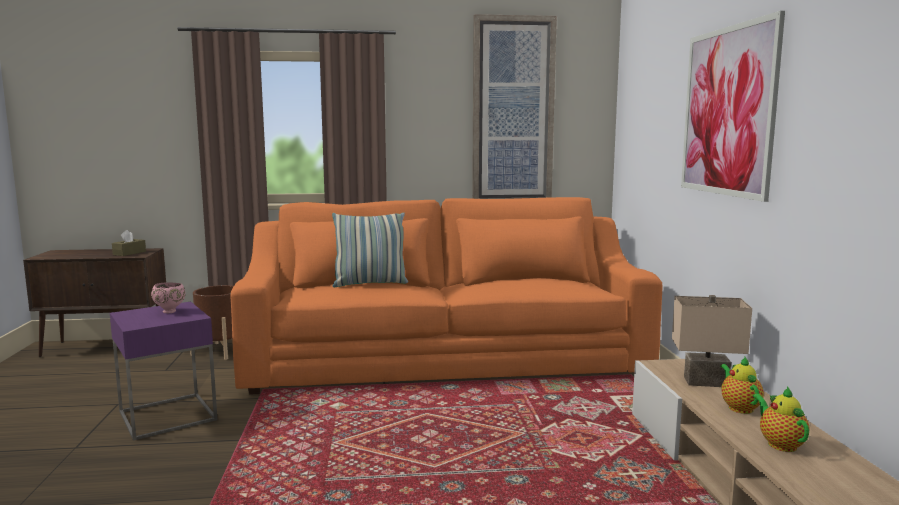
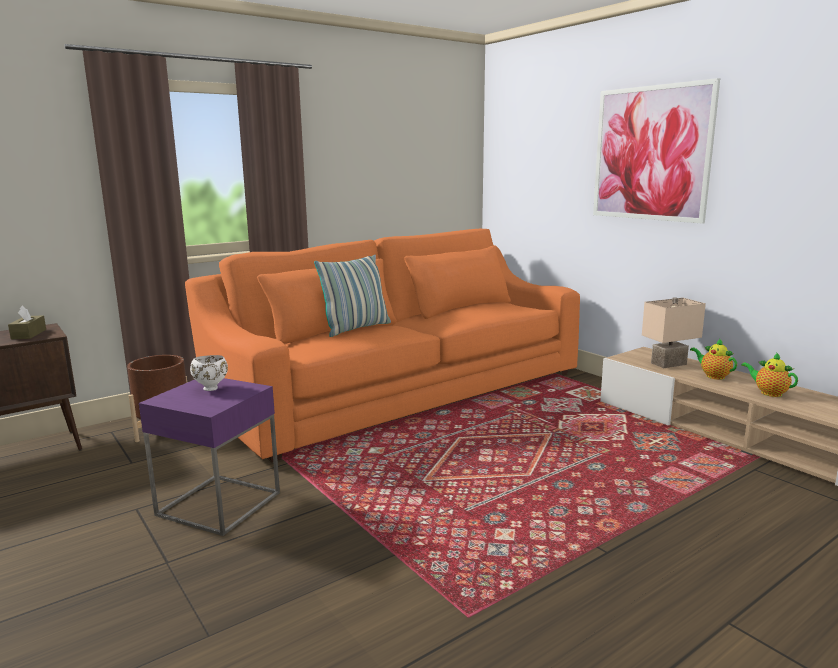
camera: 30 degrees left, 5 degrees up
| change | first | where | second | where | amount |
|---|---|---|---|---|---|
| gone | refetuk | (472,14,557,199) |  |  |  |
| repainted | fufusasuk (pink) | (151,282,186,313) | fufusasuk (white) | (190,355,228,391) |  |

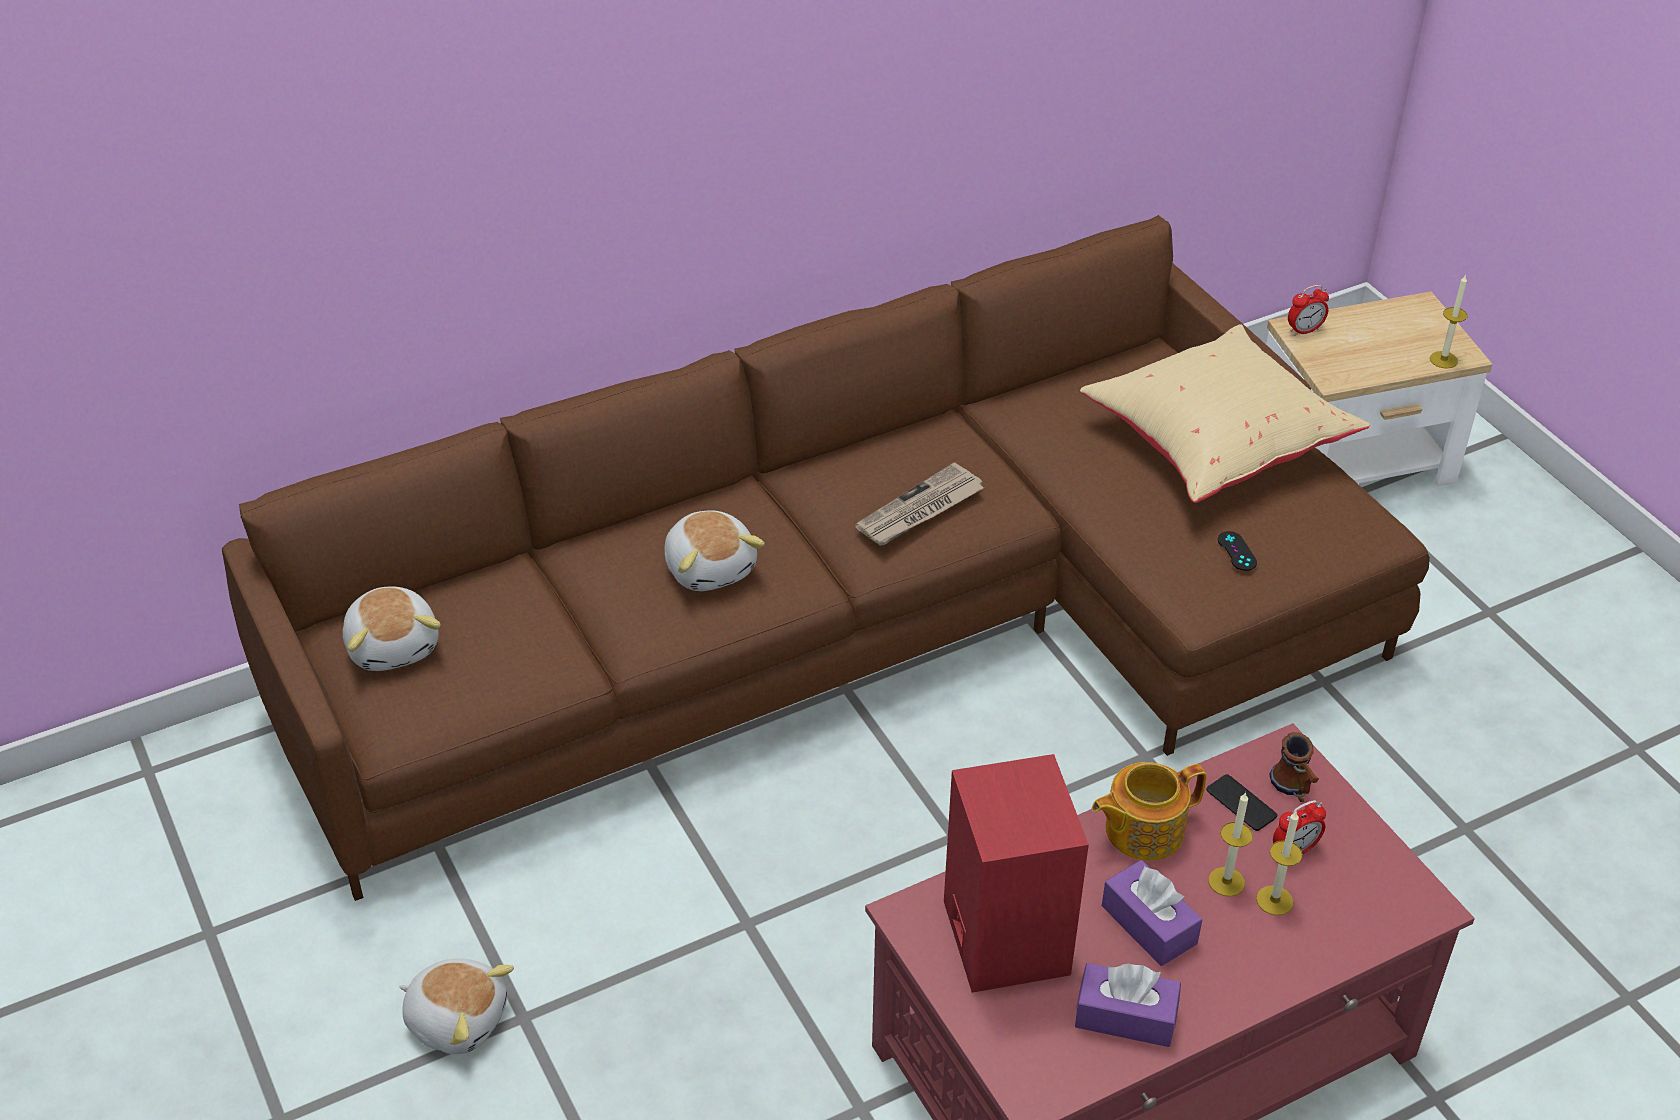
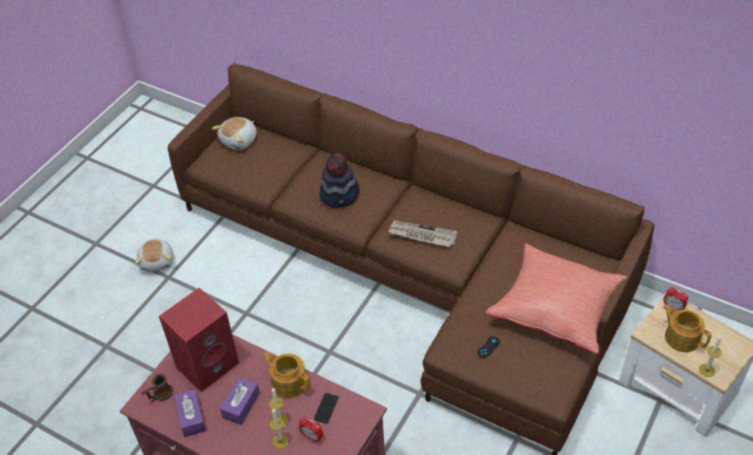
camera: 60 degrees right, 5 degrees up
| change | first | where | second | where | amount |
|---|---|---|---|---|---|
| repainted | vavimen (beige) | (1080,324,1370,503) | vavimen (red) | (486,244,627,354) |  |
| swapped | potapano | (665,510,765,591) | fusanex | (320,153,359,208) |  |
| shifted | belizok | (1270,732,1319,802) |  | (141,374,173,402) |  |
| new |  |  | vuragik | (663,305,711,352) |  |

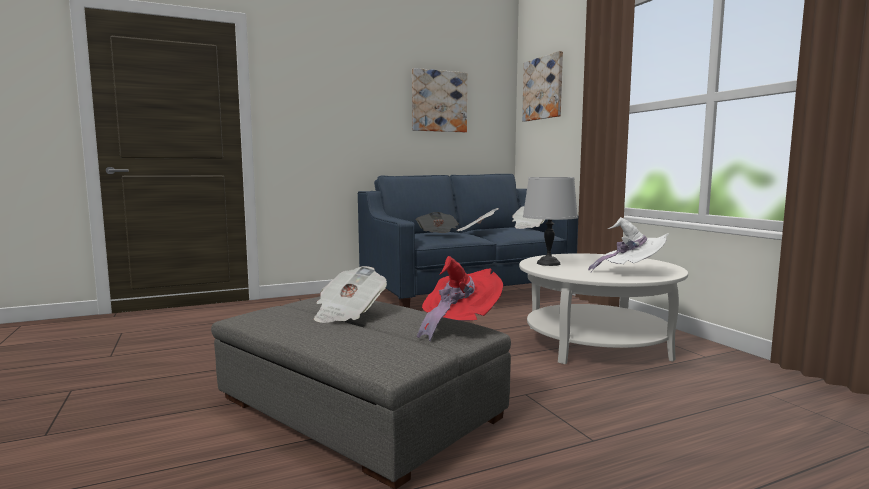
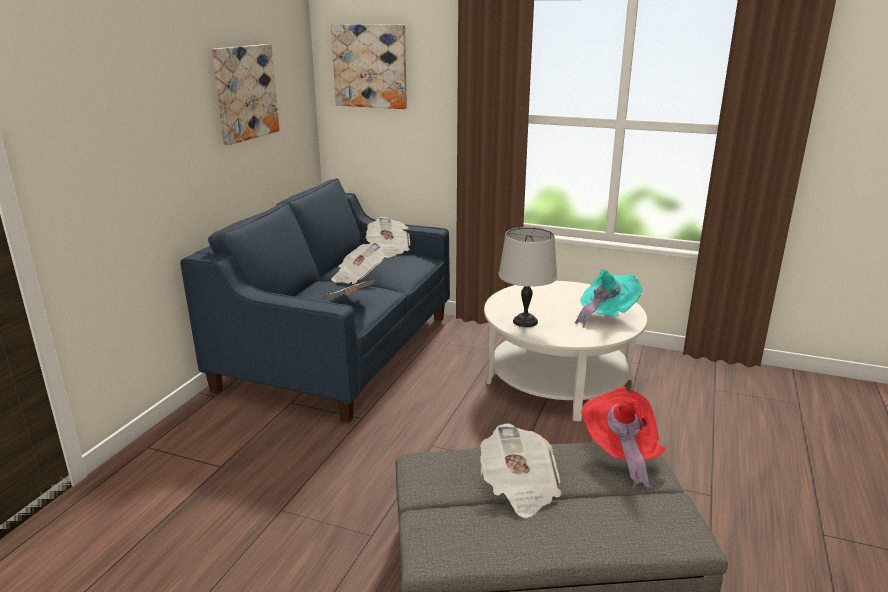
camera: 45 degrees left, 15 degrees up
| change | first | where | second | where | amount |
|---|---|---|---|---|---|
| repainted | fusanex (white) | (588,217,668,272) | fusanex (turquoise) | (575,269,642,327) |  |

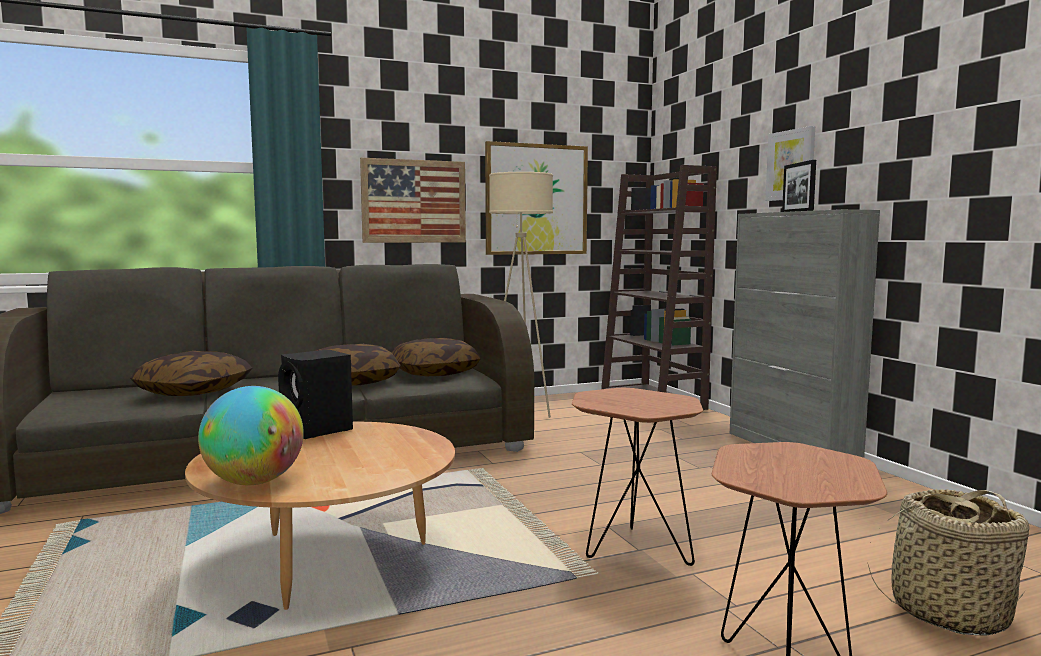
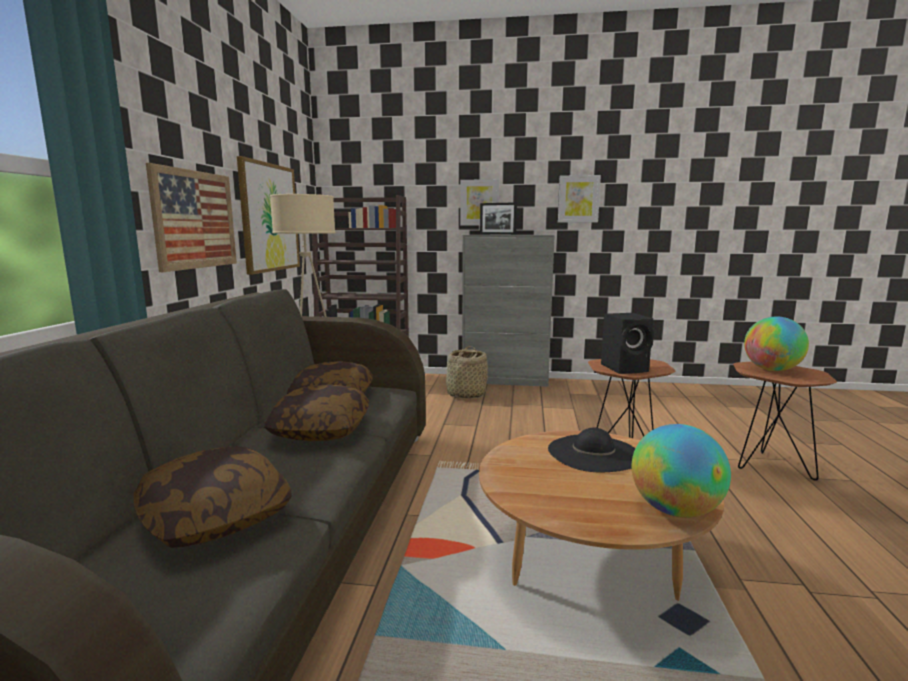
camera: 60 degrees left, 5 degrees up
| change | first | where | second | where | amount |
|---|---|---|---|---|---|
| shifted | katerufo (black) | (278,349,353,439) |  | (601,313,654,374) |  |
| shifted | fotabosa | (868,489,1032,636) |  | (446,346,488,398) |  |
| new |  |  | refetuk | (558,175,601,222) |  |
| new |  |  | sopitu | (744,317,809,371) |  |
| new |  |  | fusanex (black) | (548,427,635,472) |  |

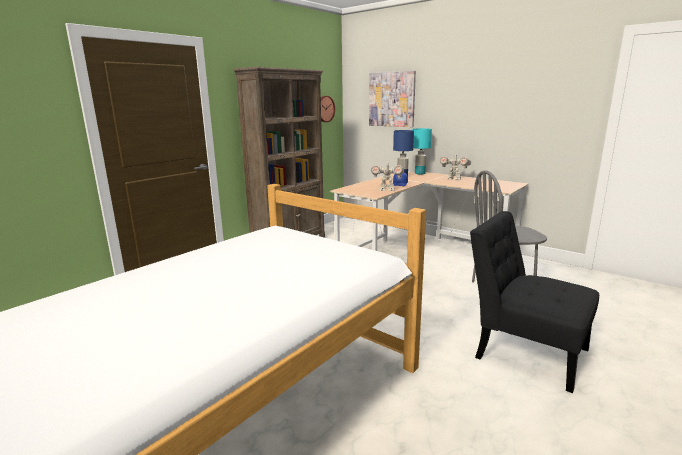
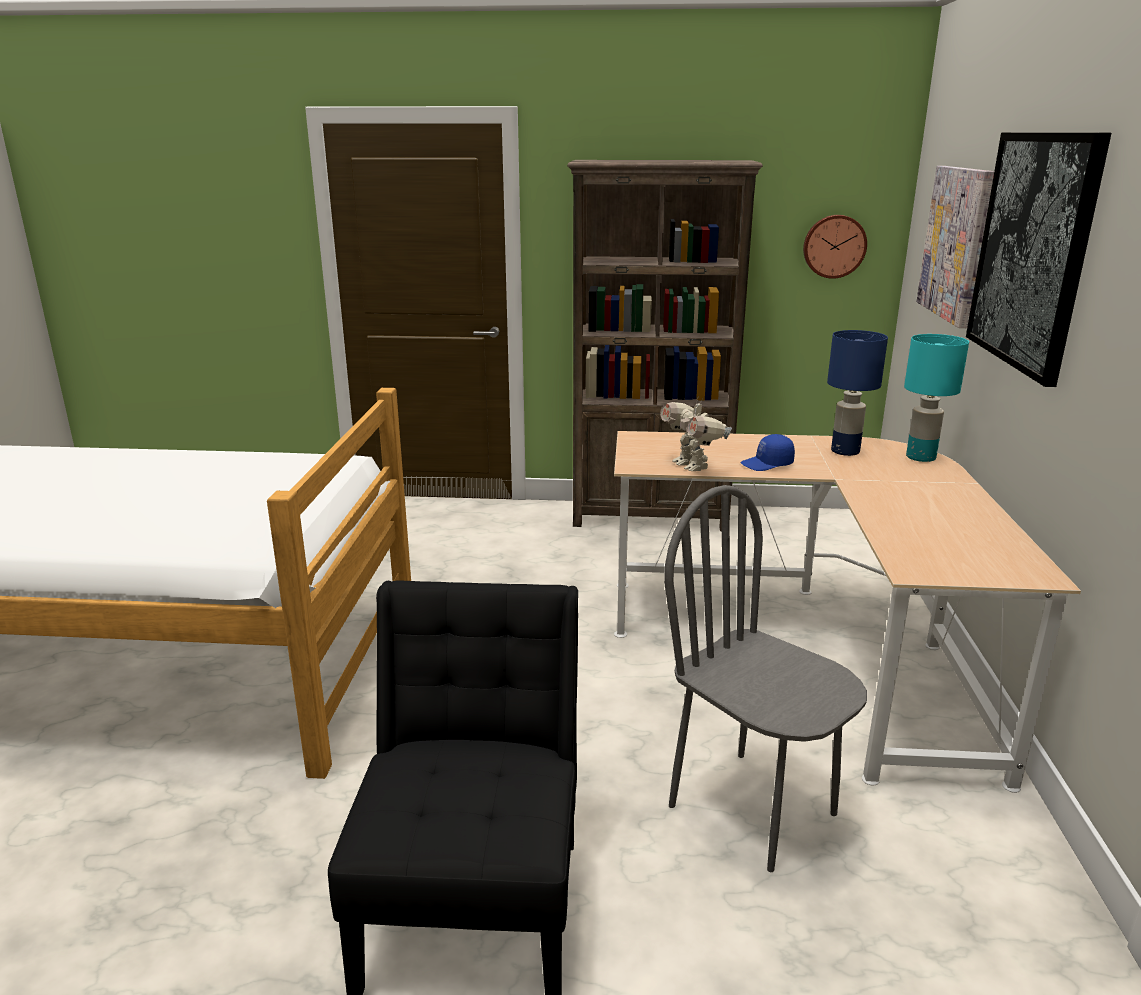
camera: 55 degrees right, 5 degrees up
| change | first | where | second | where | amount |
|---|---|---|---|---|---|
| gone | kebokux | (440,152,471,180) |  |  |  |
| new |  |  | refetuk | (966,132,1111,387) |  |

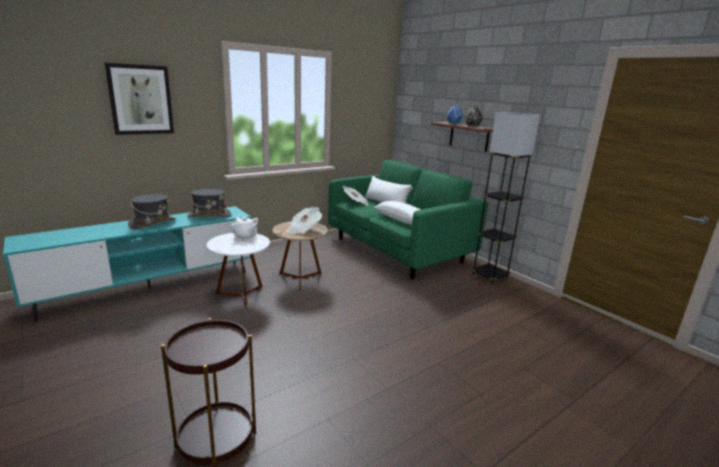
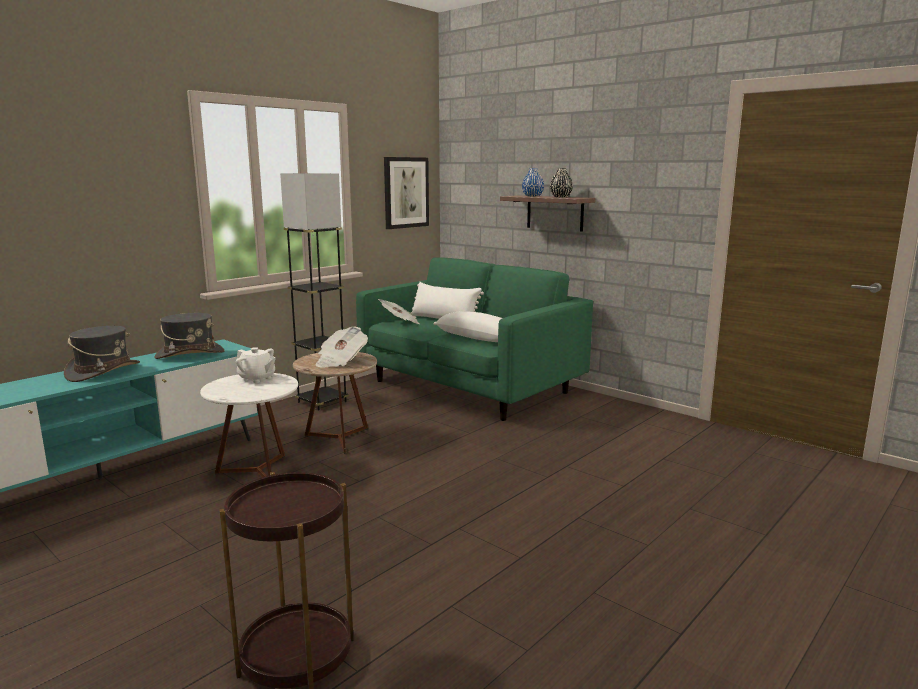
camera: 10 degrees left, 5 degrees down
| change | first | where | second | where | amount |
|---|---|---|---|---|---|
| shifted | refetuk | (105,63,174,135) |  | (384,157,429,229) |  |
| shifted | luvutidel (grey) | (471,112,540,284) |  | (280,173,349,411) |  |

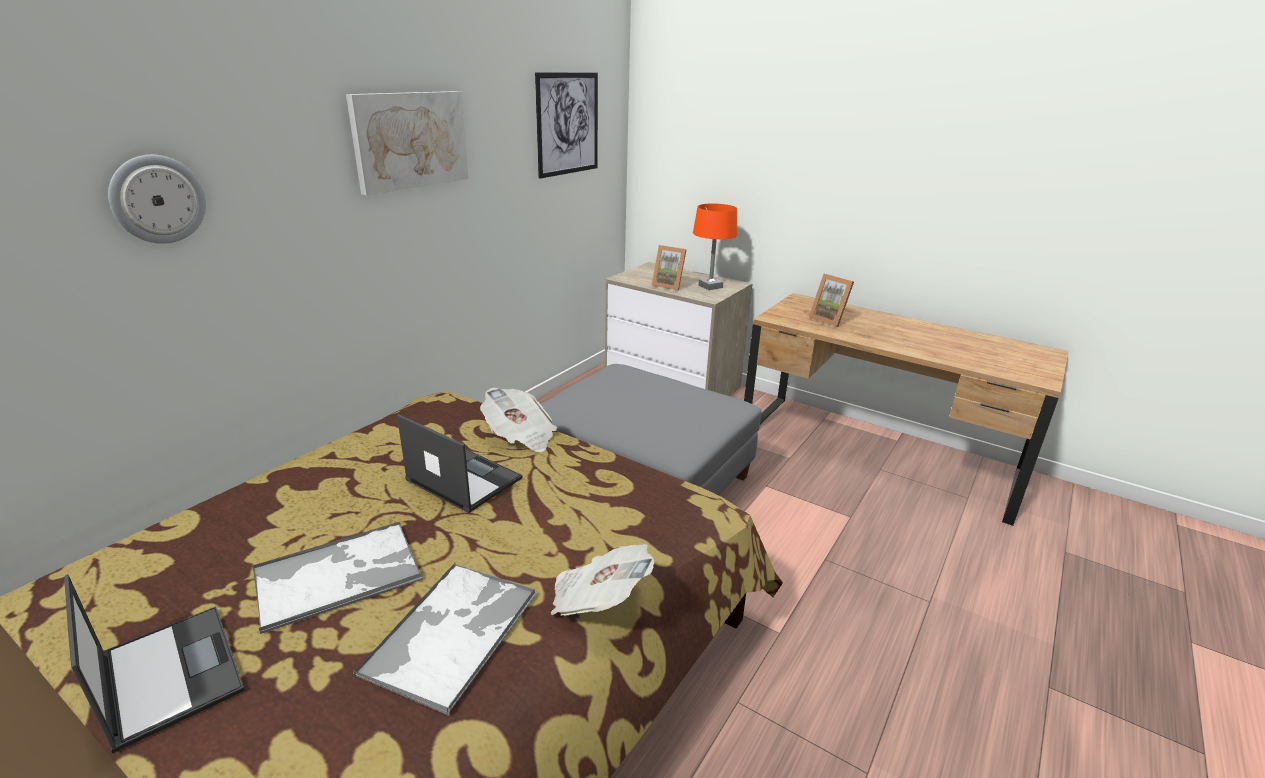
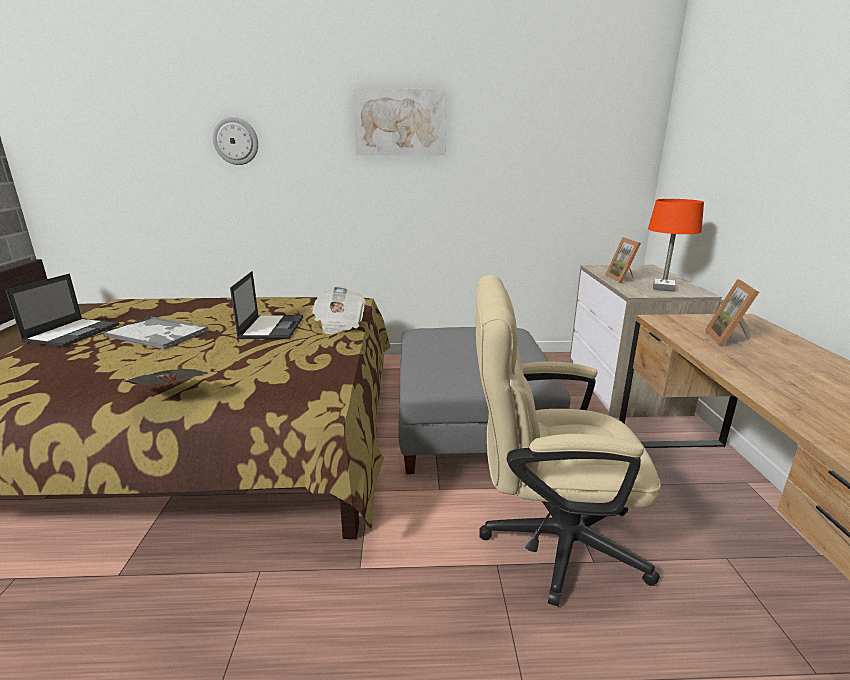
camera: 55 degrees right, 5 degrees down
| change | first | where | second | where | amount |
|---|---|---|---|---|---|
| gone | refetuk | (535,73,598,179) |  |  |  |
| gone | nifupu | (353,563,537,716) |  |  |  |
| new |  |  | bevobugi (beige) | (476,275,661,607) |  |

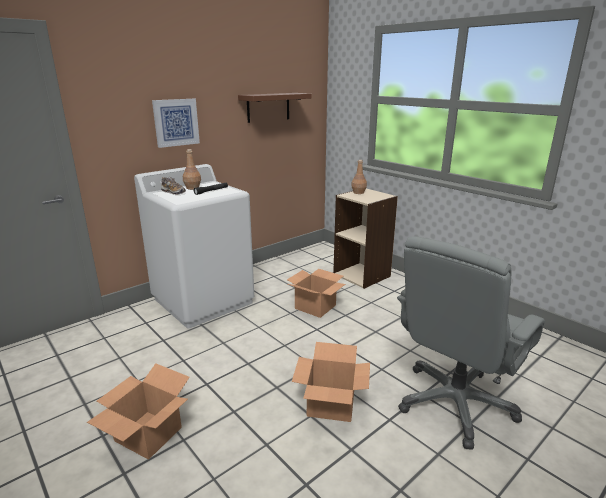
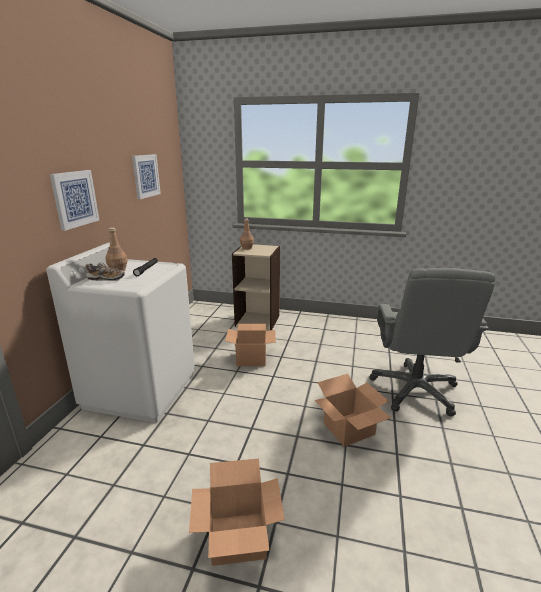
camera: 35 degrees left, 0 degrees up
| change | first | where | second | where | amount |
|---|---|---|---|---|---|
| swapped | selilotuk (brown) | (238,93,312,123) | refetuk | (132,154,161,199) |  |

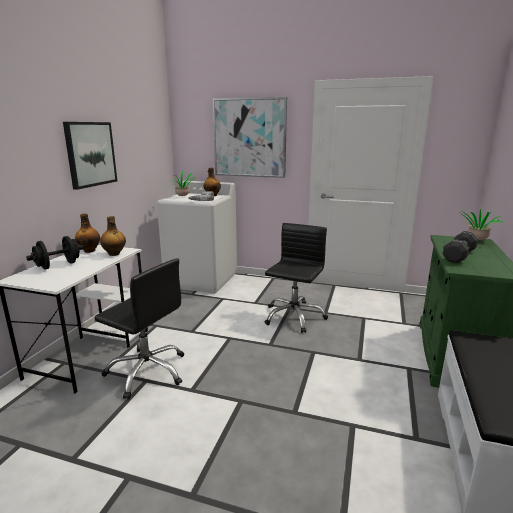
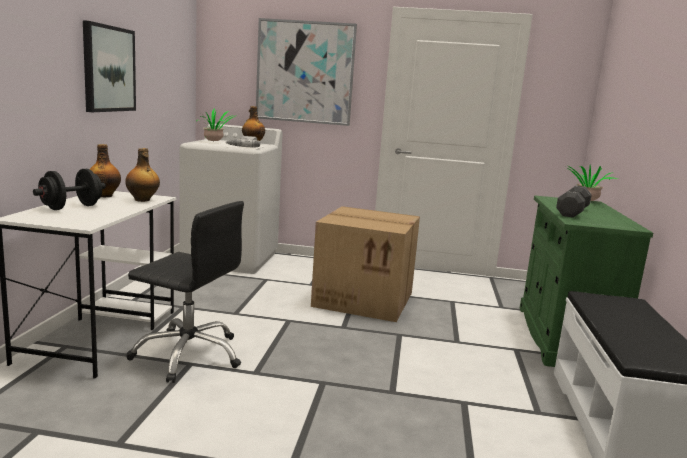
camera: 10 degrees left, 5 degrees down
| change | first | where | second | where | amount |
|---|---|---|---|---|---|
| swapped | bevobugi (black) | (264,223,328,333) | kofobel | (311,206,420,322) |  |

